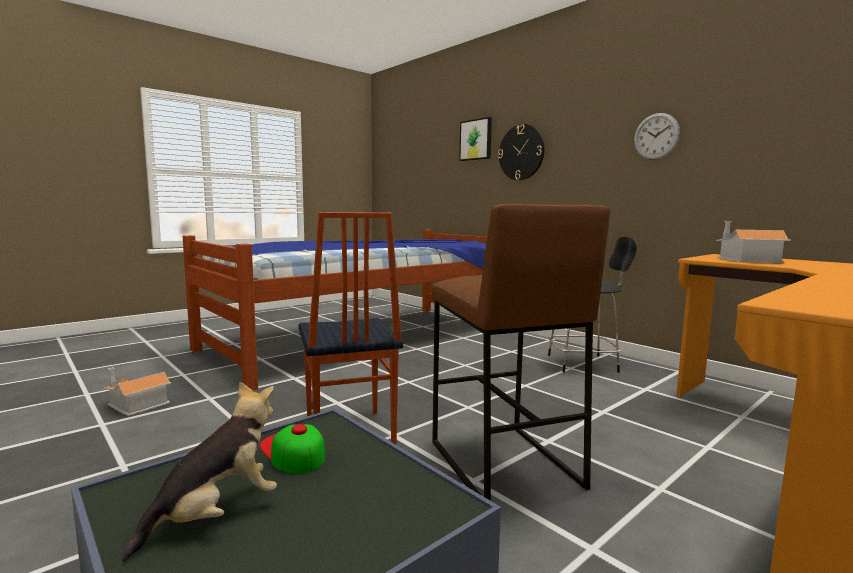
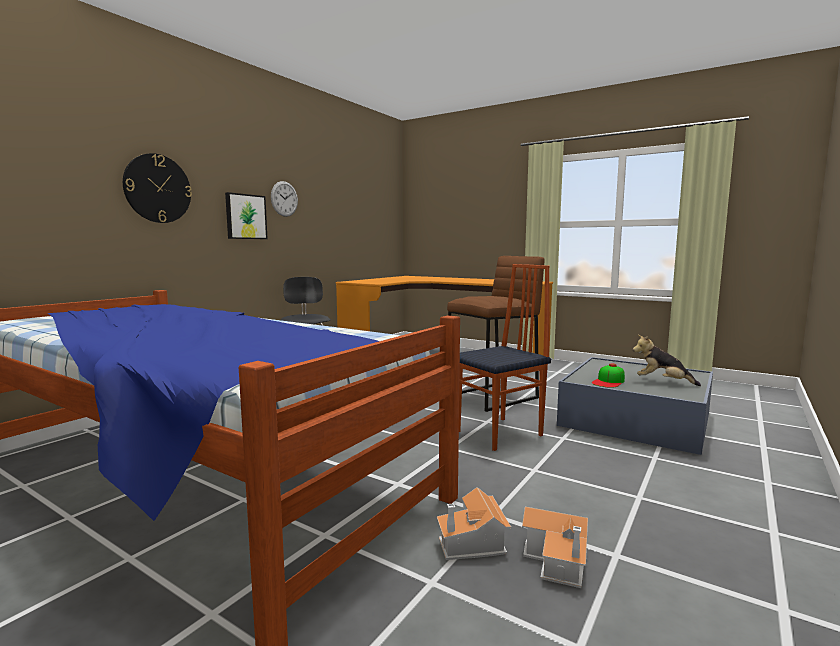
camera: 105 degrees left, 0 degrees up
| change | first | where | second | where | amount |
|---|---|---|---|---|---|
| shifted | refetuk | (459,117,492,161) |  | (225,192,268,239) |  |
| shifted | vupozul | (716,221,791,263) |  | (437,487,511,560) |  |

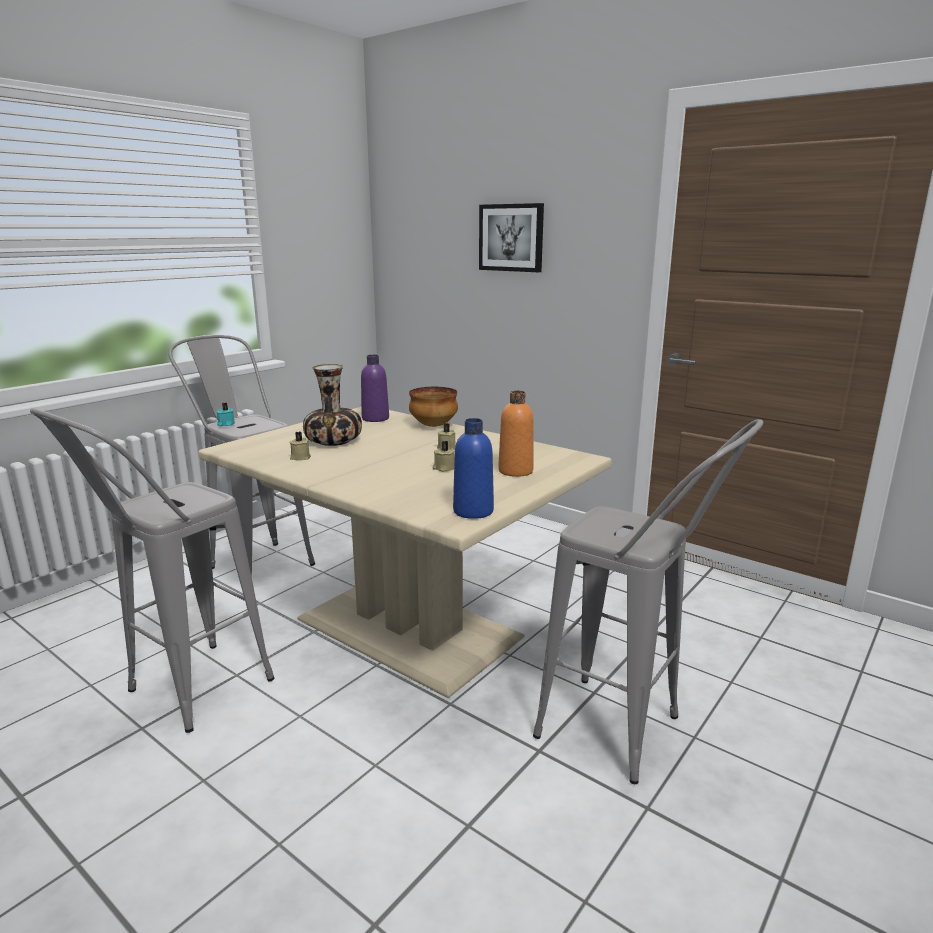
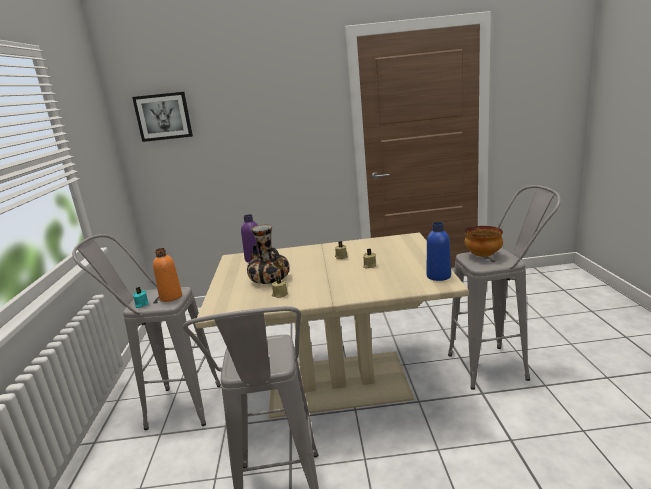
camera: 40 degrees left, 0 degrees up
| change | first | where | second | where | amount |
|---|---|---|---|---|---|
| shifted | refetuk | (479,203,544,272) |  | (132,92,193,142) |  |
| shifted | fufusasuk | (409,387,458,427) |  | (464,226,503,257) |  |
| shifted | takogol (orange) | (498,391,534,477) |  | (153,248,182,302) |  |

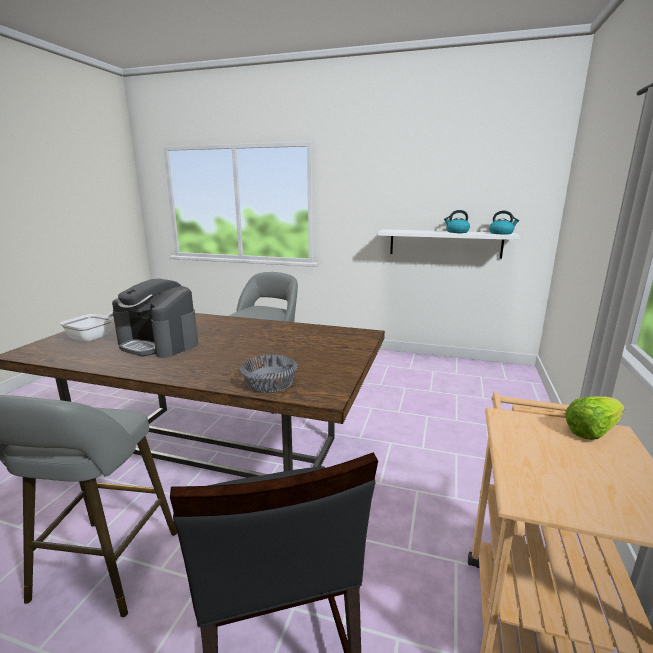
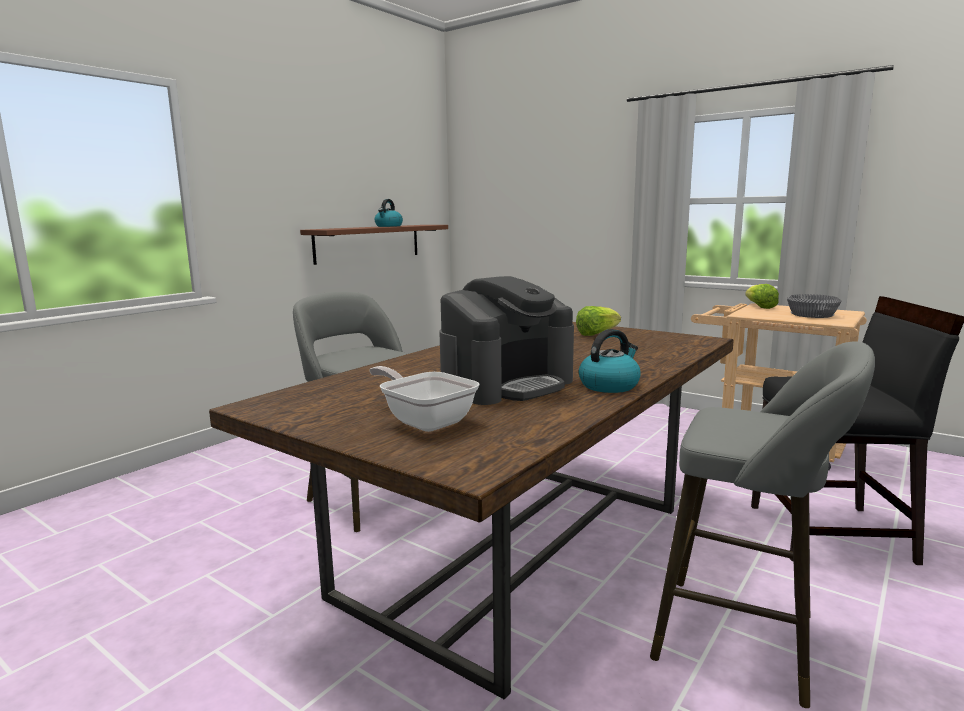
camera: 70 degrees left, 5 degrees down
| change | first | where | second | where | amount |
|---|---|---|---|---|---|
| shifted | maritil | (489,211,519,234) |  | (579,329,641,393) |  |
| repainted | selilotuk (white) | (378,229,520,259) | selilotuk (brown) | (300,225,448,265) |  |
| shifted | fufusasuk (grey) | (240,355,298,393) |  | (787,294,842,318) |  |
| new |  |  | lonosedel | (576,306,621,336) |  |

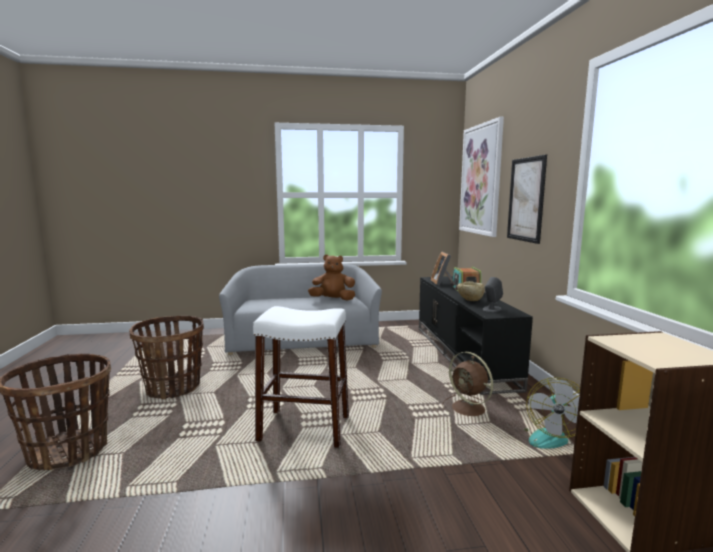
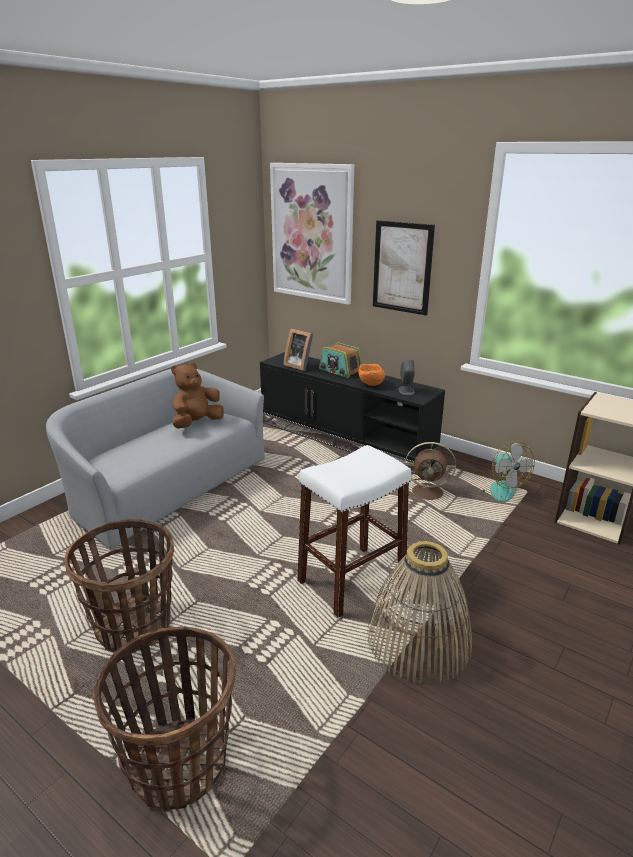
camera: 45 degrees left, 15 degrees up
| change | first | where | second | where | amount |
|---|---|---|---|---|---|
| repainted | fufusasuk (beige) | (457,281,484,301) | fufusasuk (orange) | (358,364,385,386) |  |
| new |  |  | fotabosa | (367,541,472,684) |  |

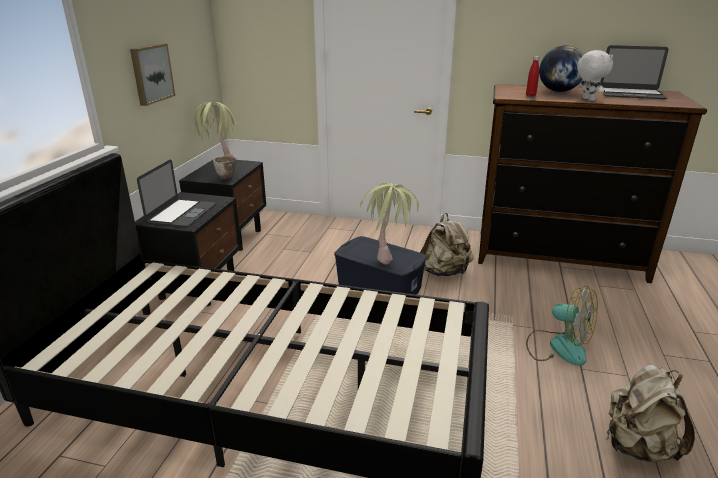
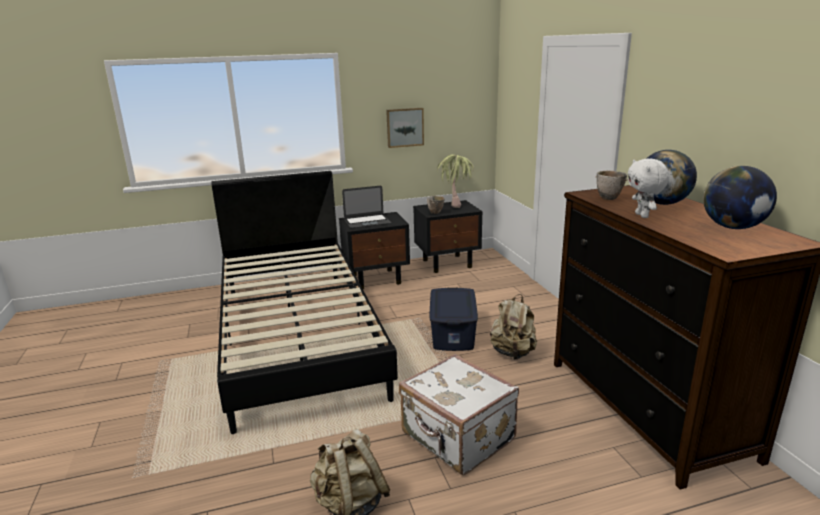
camera: 60 degrees right, 5 degrees down
| change | first | where | second | where | amount |
|---|---|---|---|---|---|
| swapped | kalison | (600,45,669,99) | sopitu | (703,166,777,229) |  |
| rotated | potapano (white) | (577,50,613,101) |  | (628,159,669,218) | 135 degrees clockwise |
| swapped | takogol (red) | (526,56,540,96) | fufusasuk | (595,171,628,200) |  |
| gone | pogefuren | (360,183,419,264) |  |  |  |
| swapped | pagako | (526,286,598,366) | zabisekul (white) | (399,354,519,475) |  |

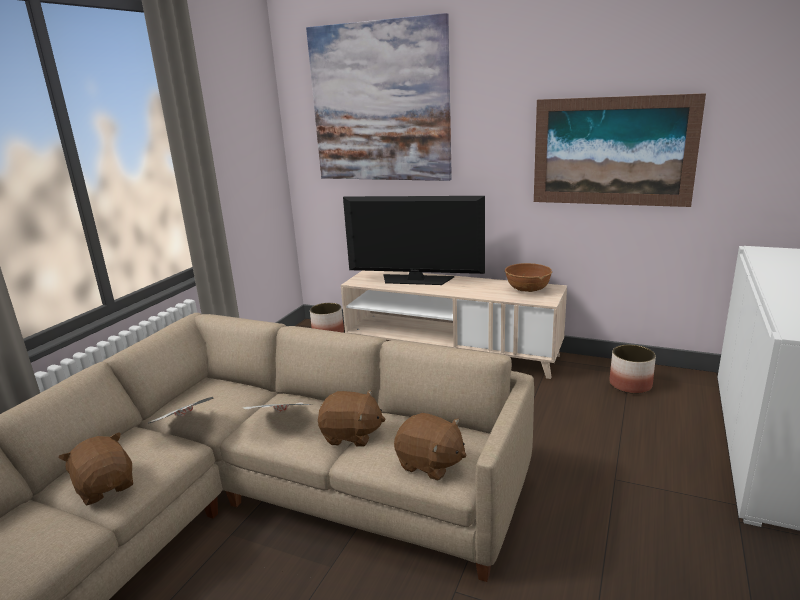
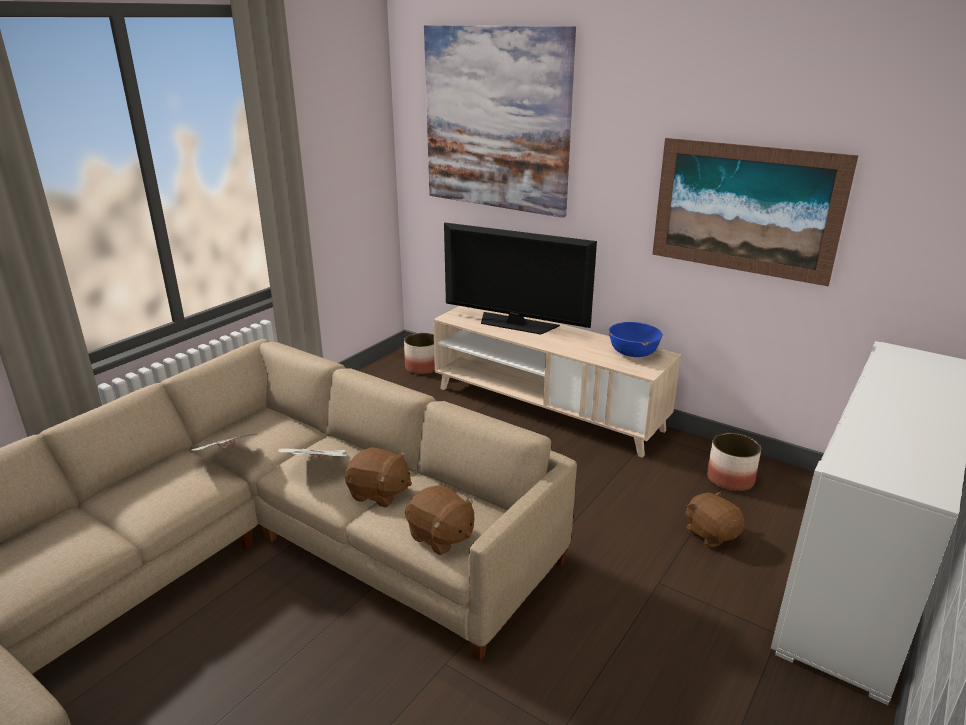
camera: 10 degrees right, 5 degrees up
| change | first | where | second | where | amount |
|---|---|---|---|---|---|
| repainted | fufusasuk (brown) | (505,263,552,292) | fufusasuk (blue) | (608,322,663,358) |  |
| shifted | potapano (brown) | (58,432,133,505) |  | (686,491,745,548) |  |

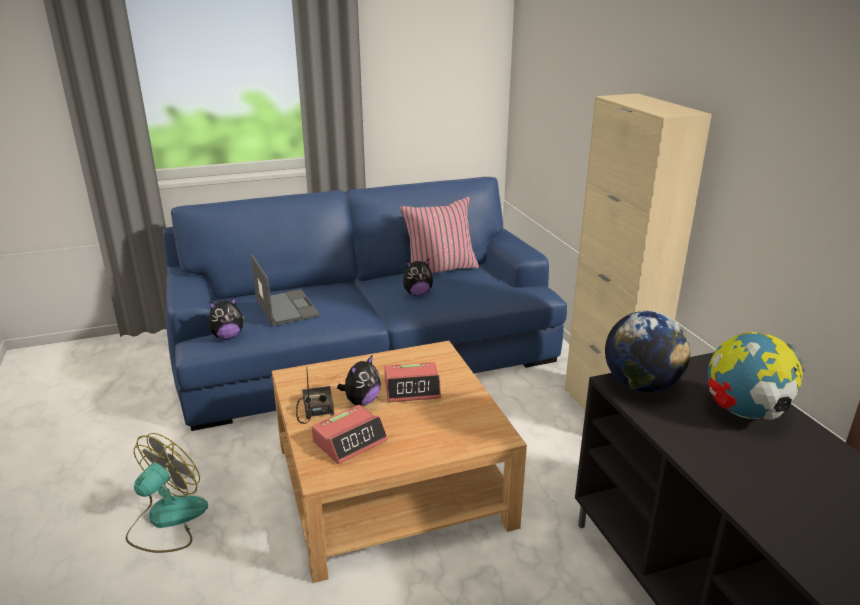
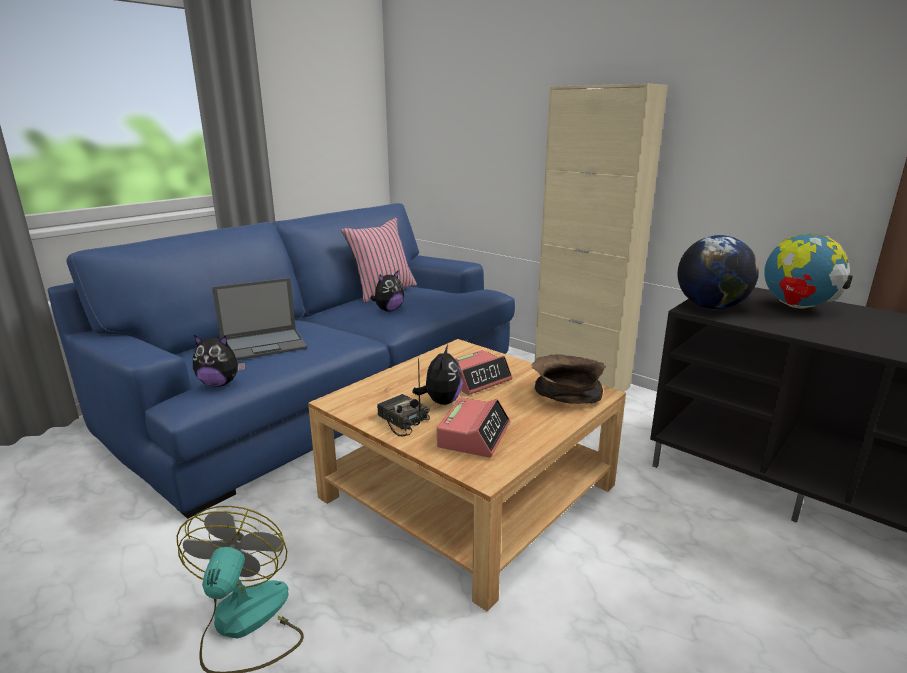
camera: 30 degrees left, 5 degrees down
| change | first | where | second | where | amount |
|---|---|---|---|---|---|
| rotated | kalison | (251,255,320,326) |  | (212,278,307,360) | 120 degrees clockwise |
| rotated | potapano | (208,297,244,339) |  | (193,335,245,387) | 60 degrees clockwise |
| new |  |  | fufusasuk (brown) | (532,354,606,404) |  |

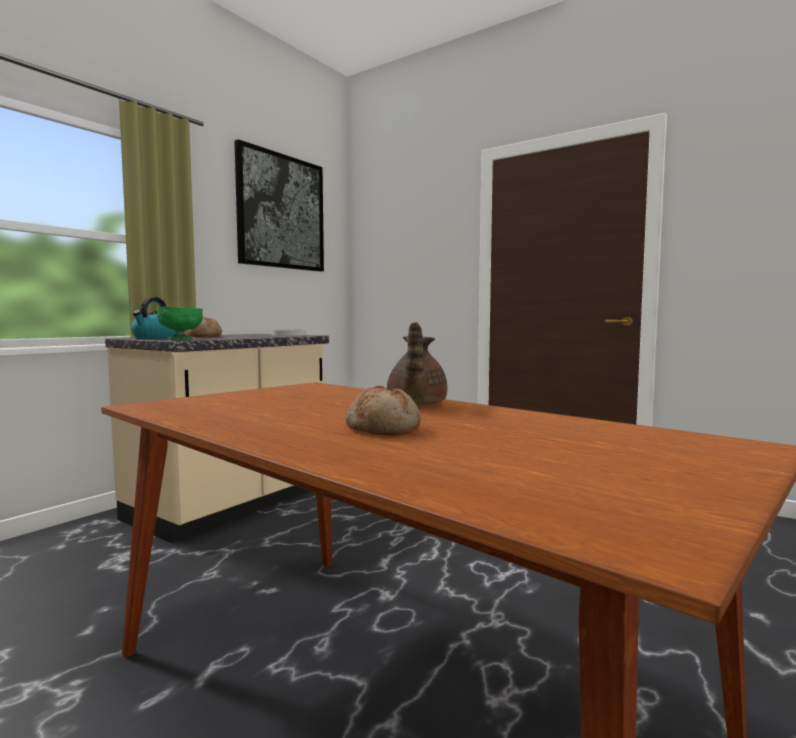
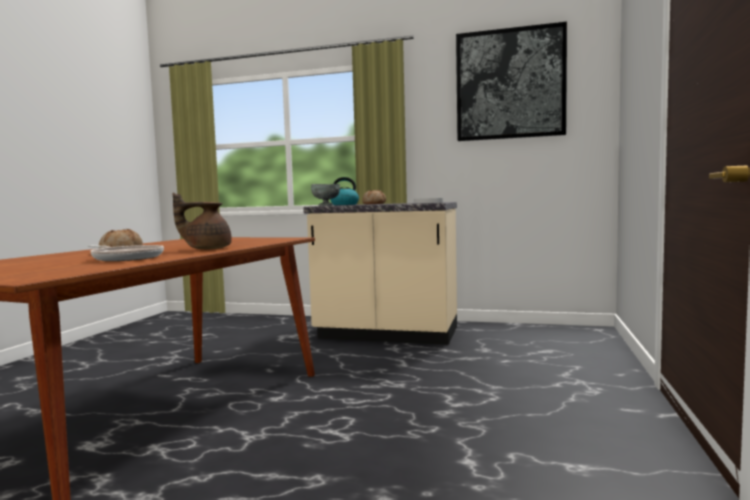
camera: 70 degrees right, 0 degrees up
| change | first | where | second | where | amount |
|---|---|---|---|---|---|
| repainted | fufusasuk (green) | (157,306,203,340) | fufusasuk (grey) | (311,184,340,206) |  |
| new |  |  | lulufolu | (88,245,164,261) |  |

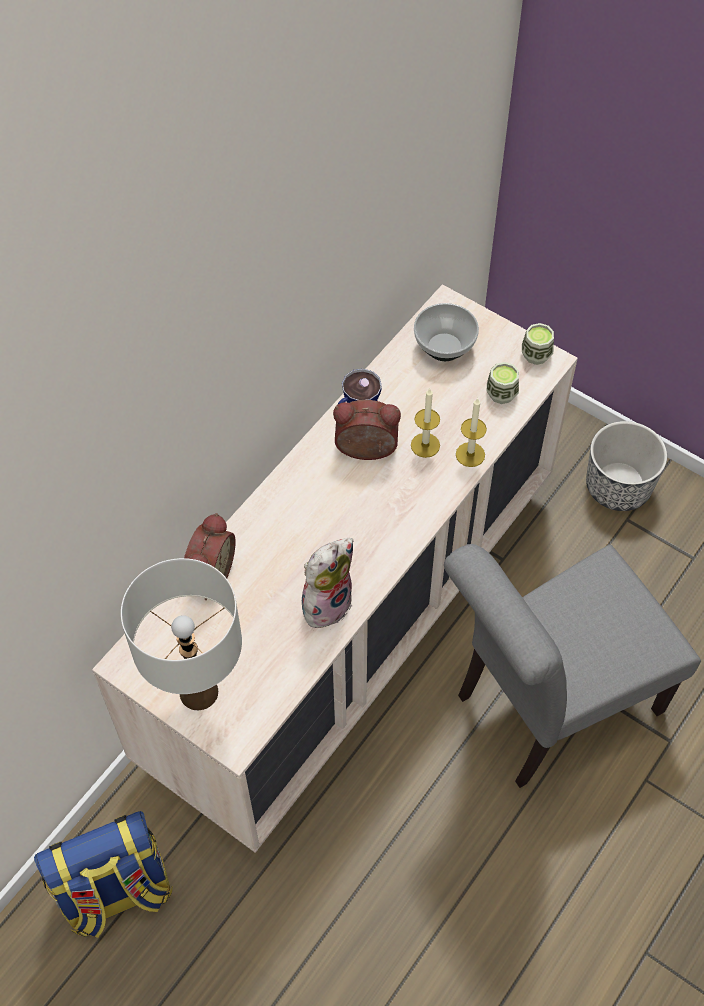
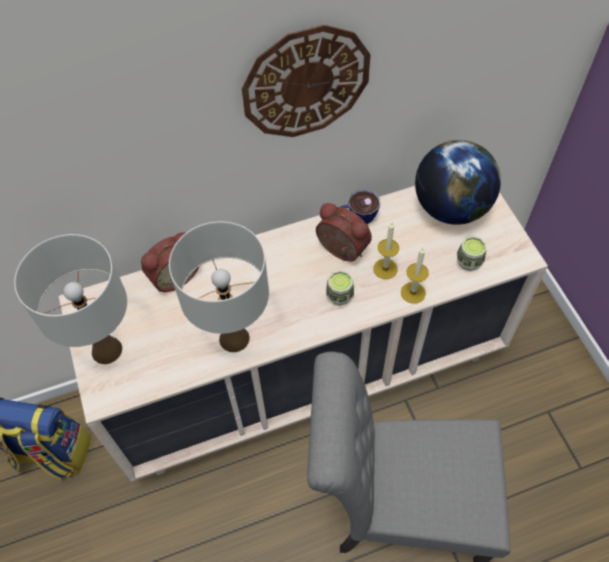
camera: 35 degrees right, 0 degrees up
| change | first | where | second | where | amount |
|---|---|---|---|---|---|
| swapped | fufusasuk | (414,303,479,361) | sopitu | (415,140,501,225) |  |
| shifted | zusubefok | (522,323,554,365) |  | (326,270,354,306) |  |
| gone | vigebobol | (586,421,667,511) |  |  |  |
| swapped | potapano | (302,538,353,629) | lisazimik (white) | (169,222,269,352) |  |
| new |  |  | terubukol | (242,25,371,137) |  |

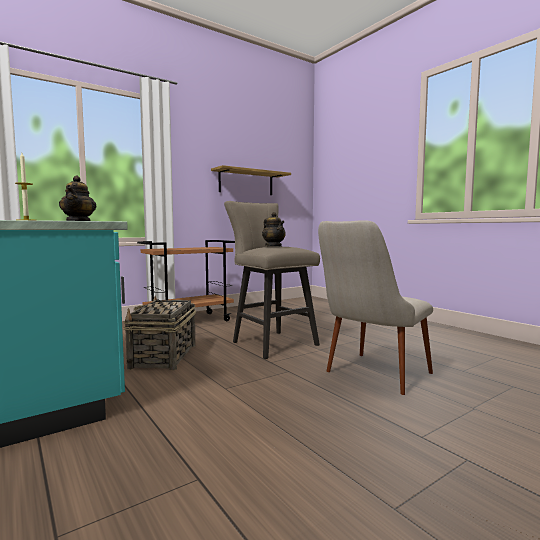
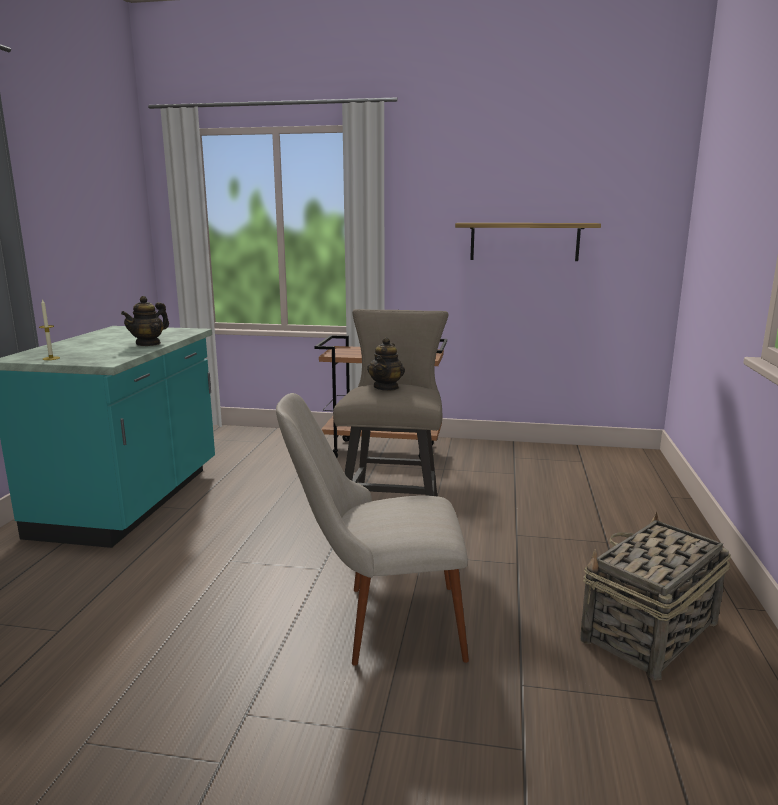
camera: 45 degrees right, 10 degrees up
| change | first | where | second | where | amount |
|---|---|---|---|---|---|
| shifted | fotabosa | (124,296,196,370) |  | (580,512,731,681) |  |

